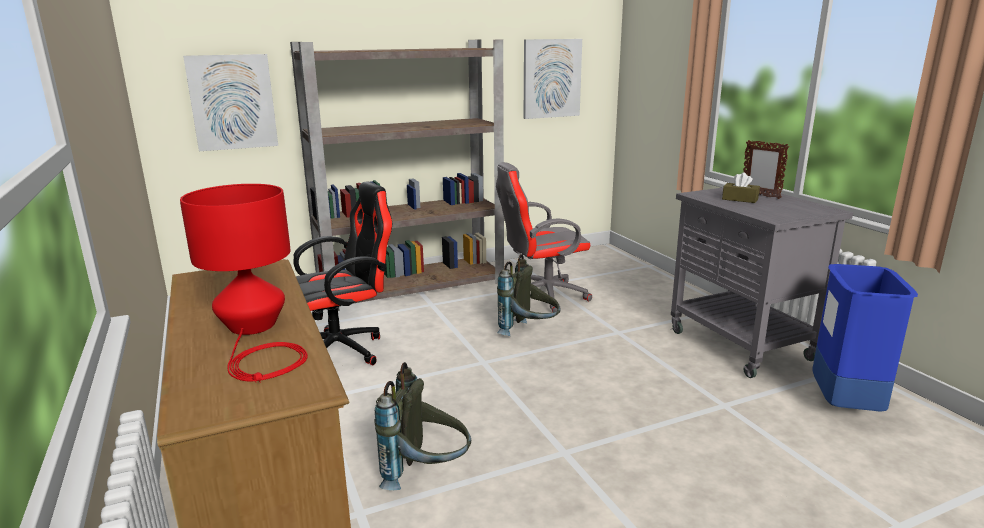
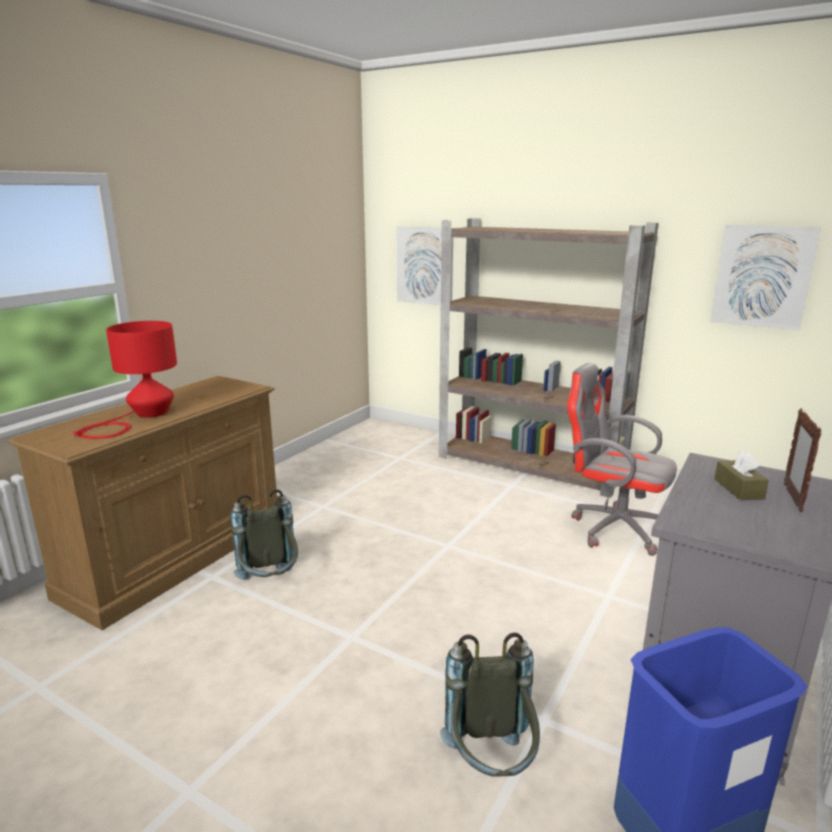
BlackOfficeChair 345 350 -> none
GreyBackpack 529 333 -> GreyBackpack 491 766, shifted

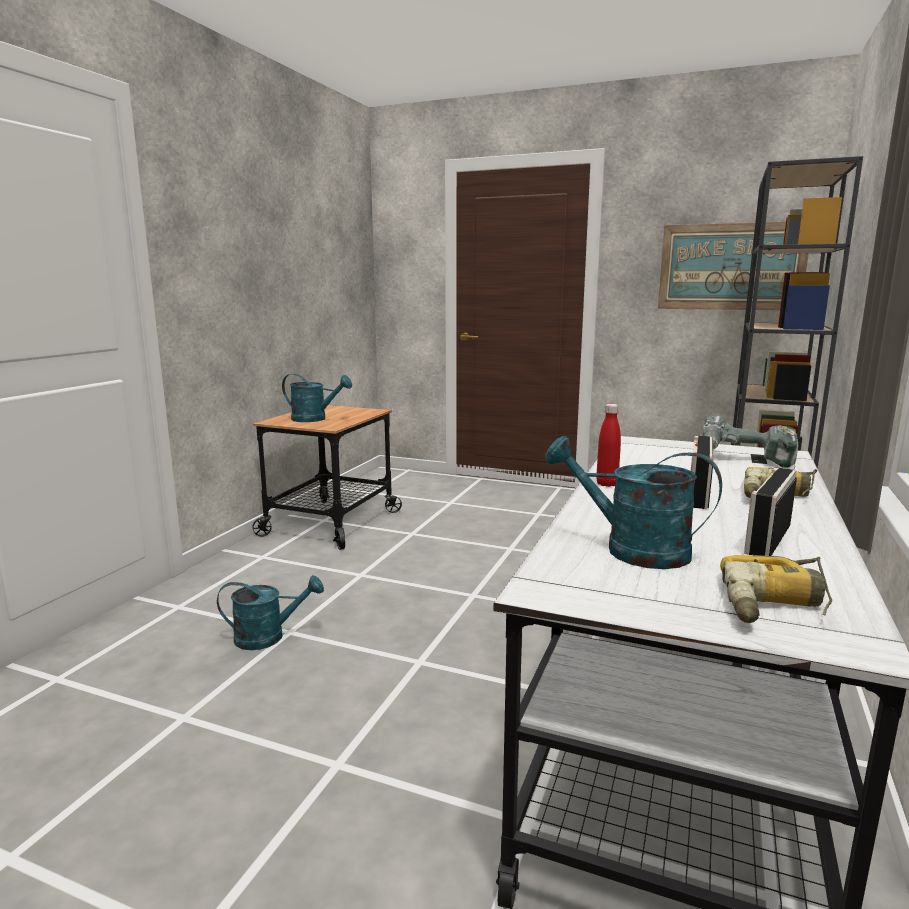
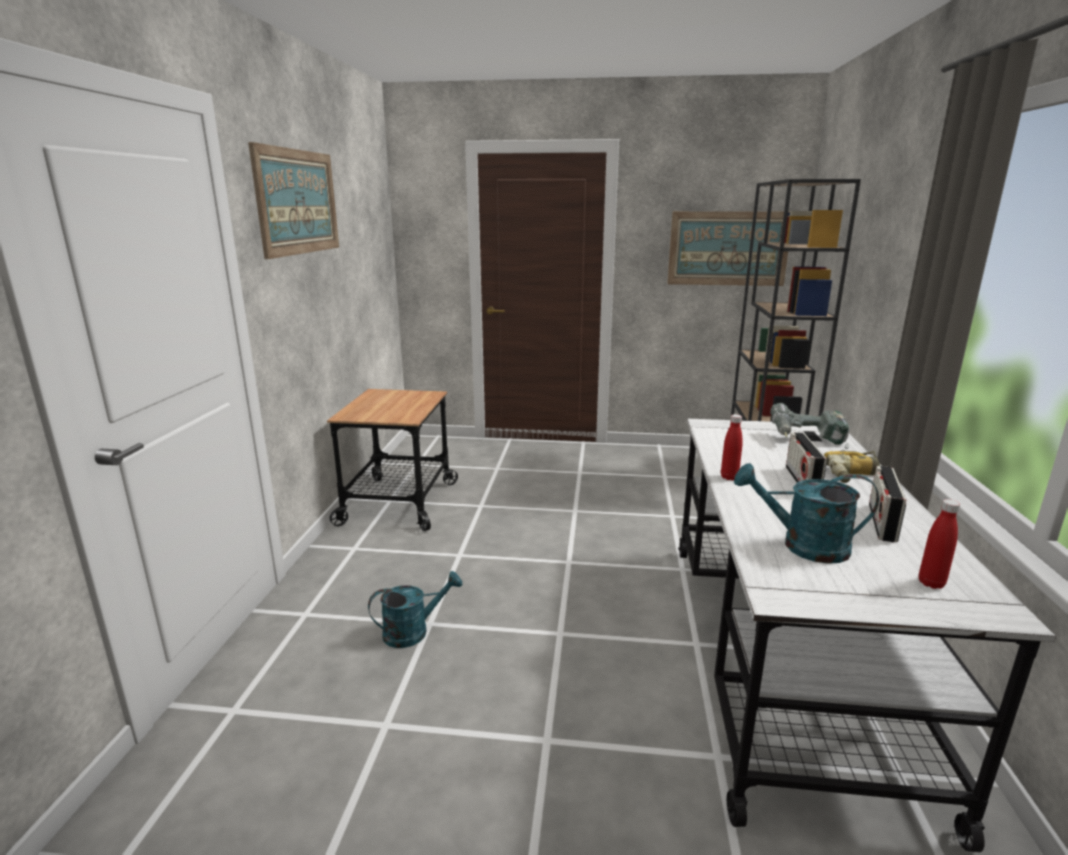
TurquoiseWateringCan 315 419 -> none
PowerDrill 776 602 -> RedBottle 931 583
none -> Picture 298 202

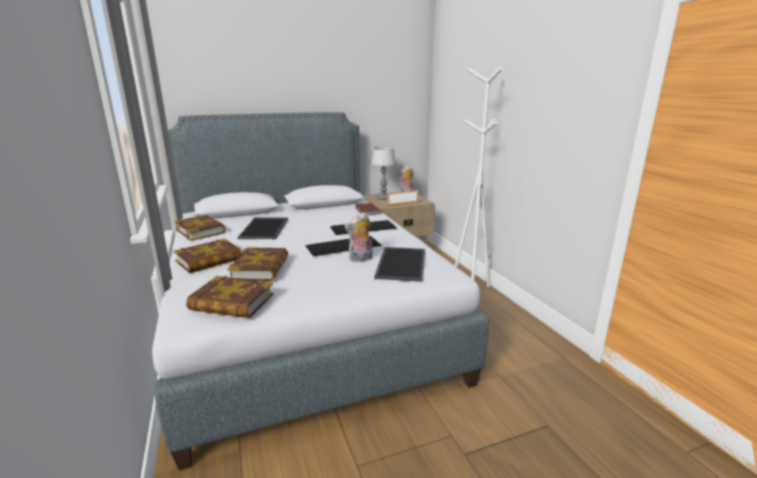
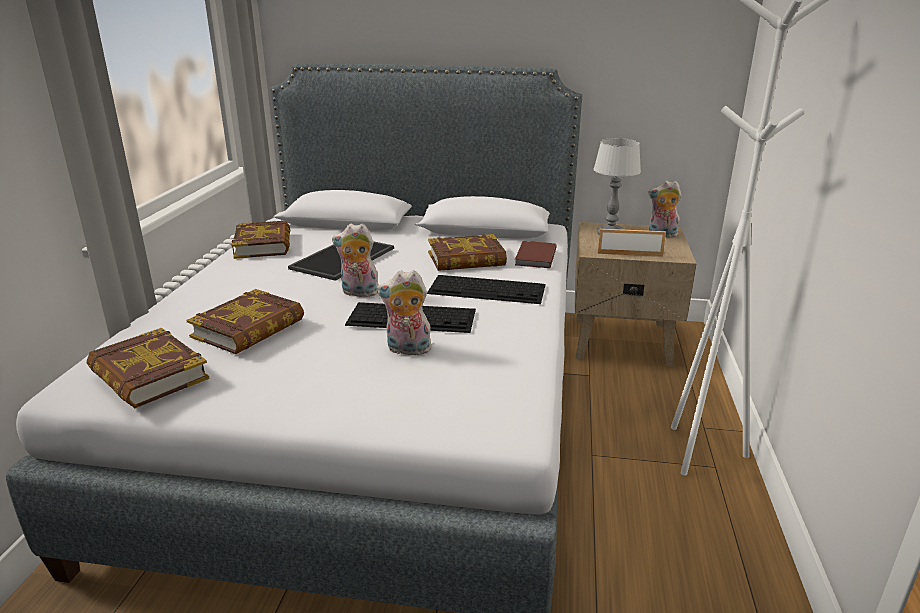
Book 209 260 -> Book 466 259, shifted
Tray 400 263 -> none
none -> PlushToy 358 293

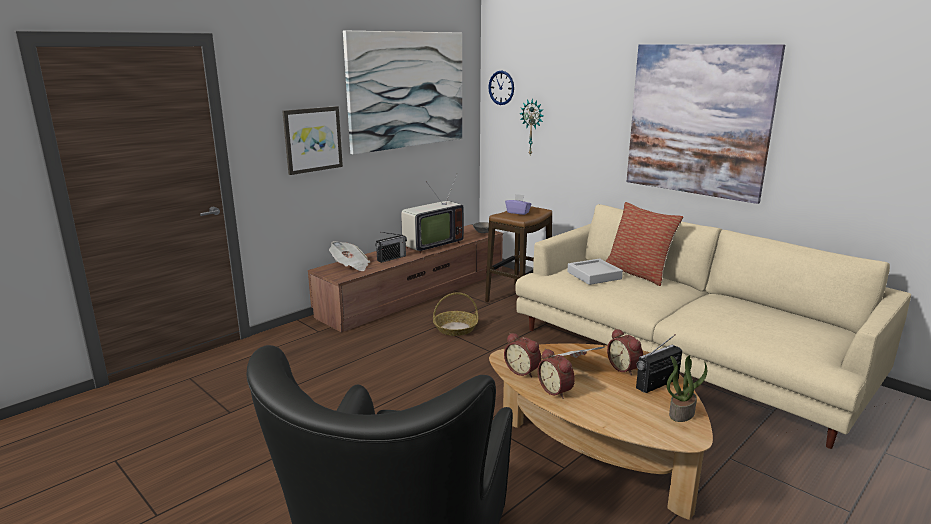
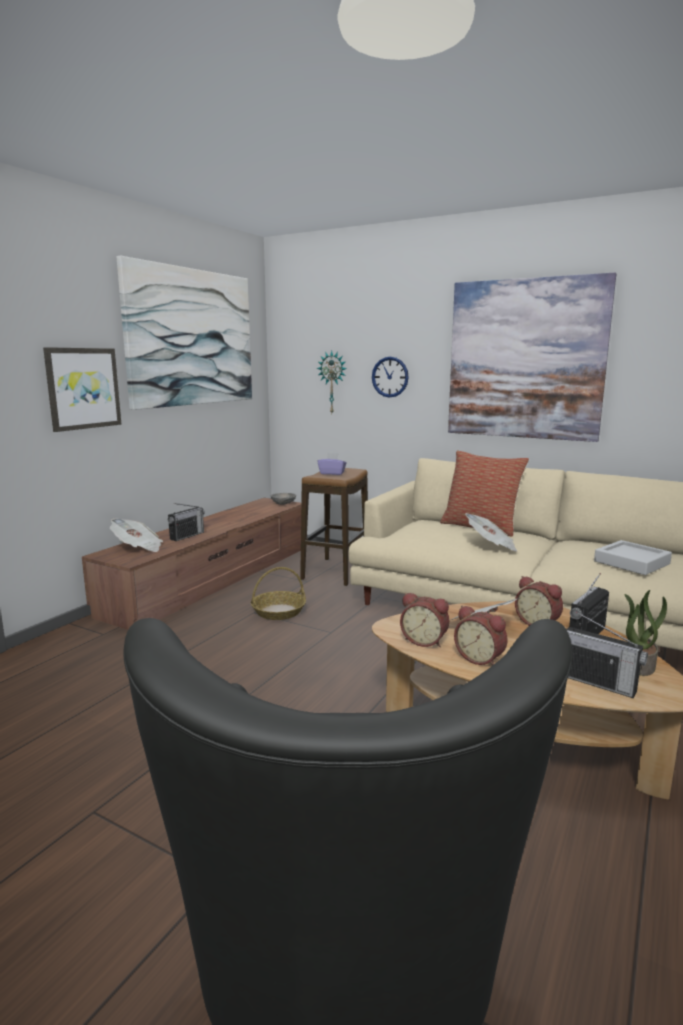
Television 430 245 -> none
WallClock 501 87 -> WallClock 390 377, shifted
GreyTray 594 275 -> GreyTray 631 562, shifted
none -> Newspaper 491 546
none -> Radio 598 683

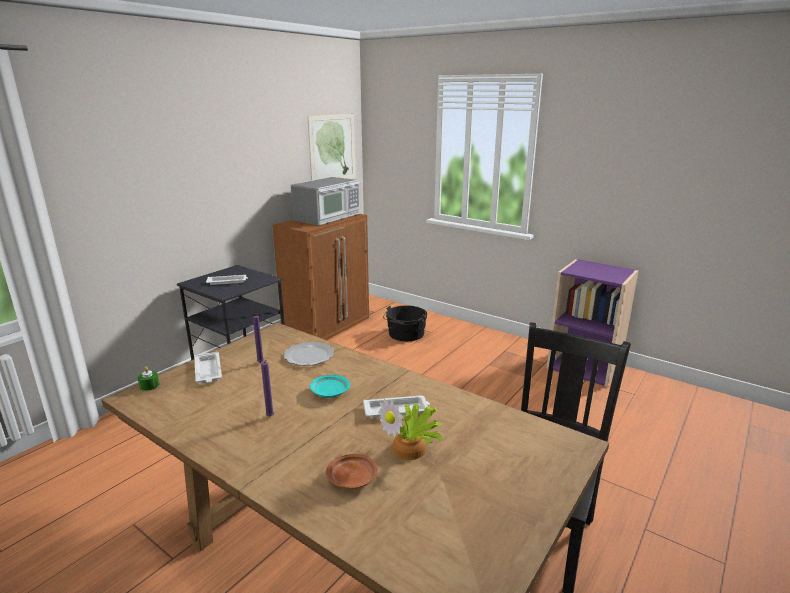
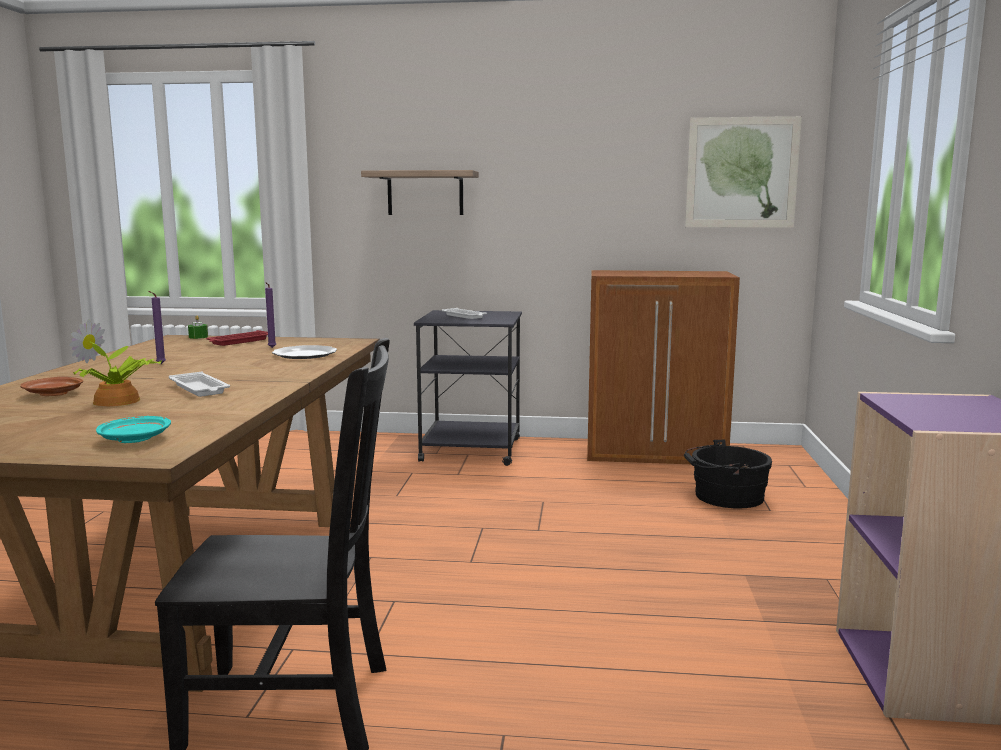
WhiteTray 208 371 -> RedTray 238 341
Microwave 328 217 -> none
TurquoisePlate 329 392 -> TurquoisePlate 135 439, shifted
none -> Shelf 425 193

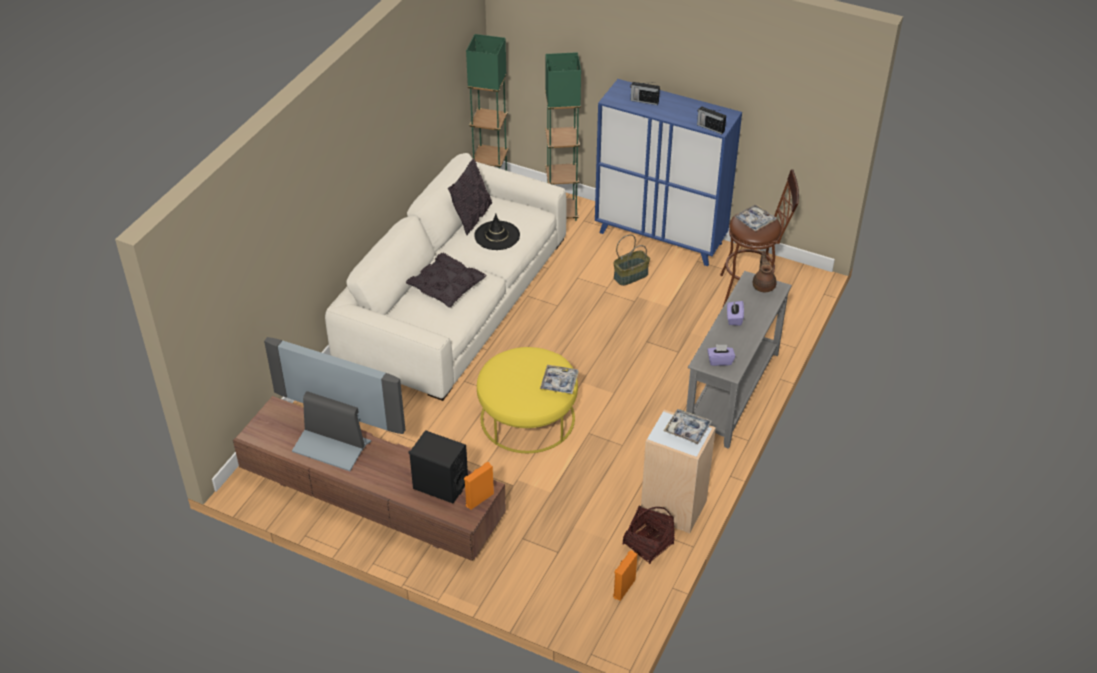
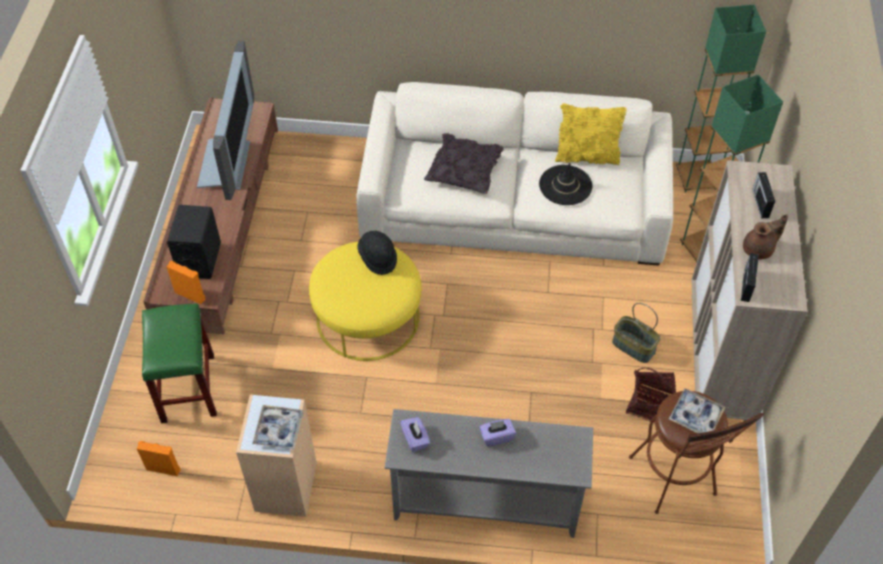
BlackPillow 472 217 -> YellowPillow 587 156
Tray 559 382 -> none
BlueCabinet 661 238 -> BeigeCabinet 718 358
Basket 648 544 -> Basket 650 406, shifted
BrownTeapot 763 285 -> BrownTeapot 759 249, shifted
none -> GreenStool 187 388
none -> BlackHat 378 258

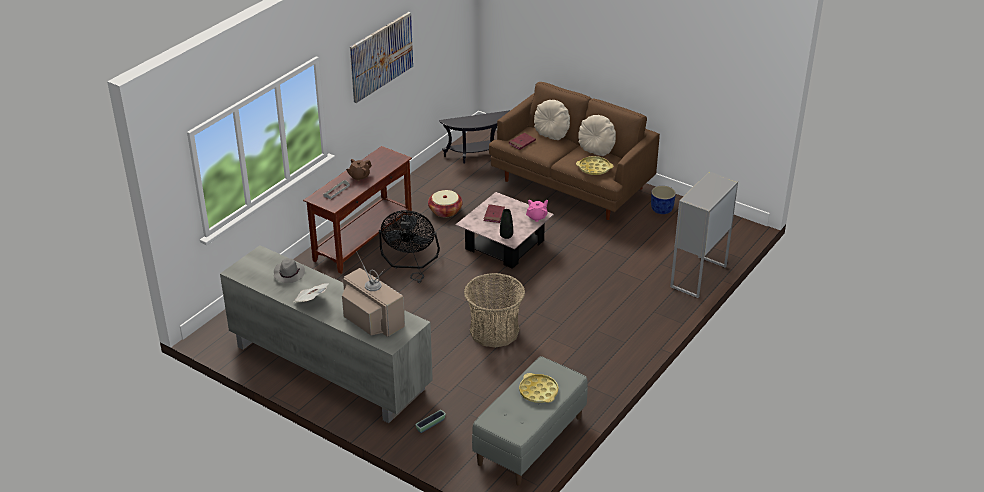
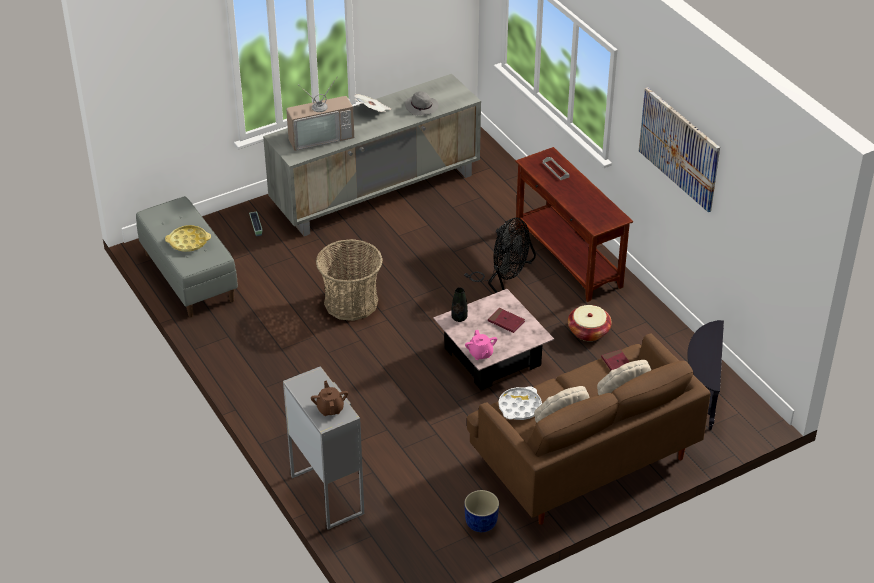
BrownTeapot 359 176 -> BrownTeapot 330 408, shifted
YellowTray 594 168 -> WhiteTray 519 407

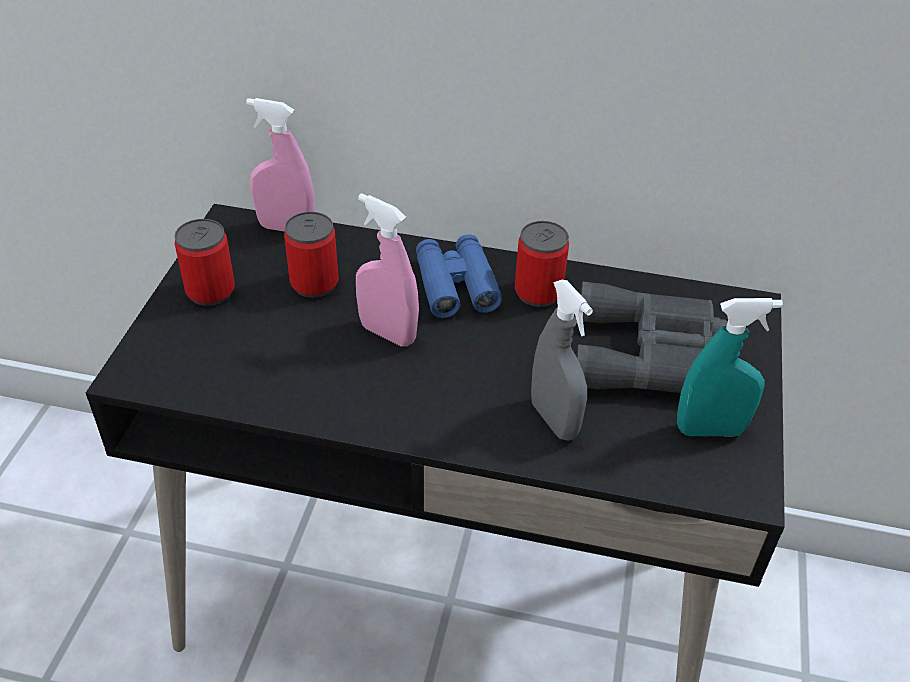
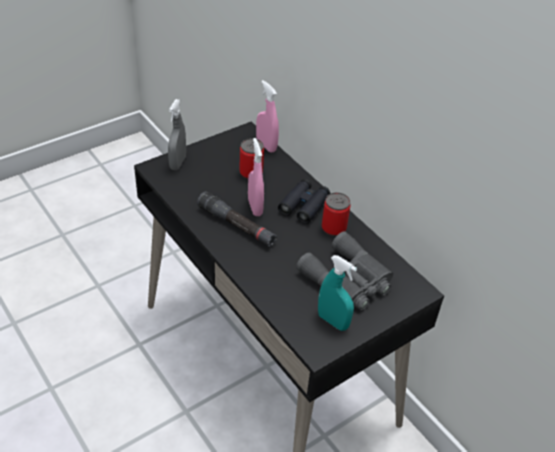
Can 210 291 -> none
BlueBinoculars 456 285 -> BlackBinoculars 304 205
GreySprayBottle 554 420 -> GreySprayBottle 178 163, shifted
none -> BlackFlashlight 236 226

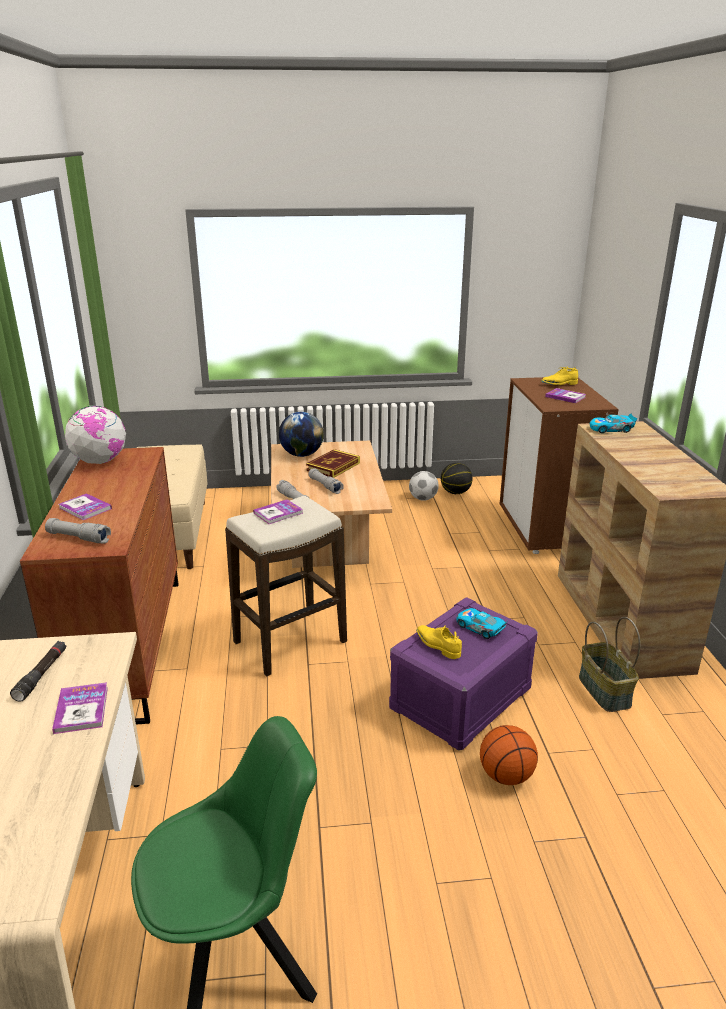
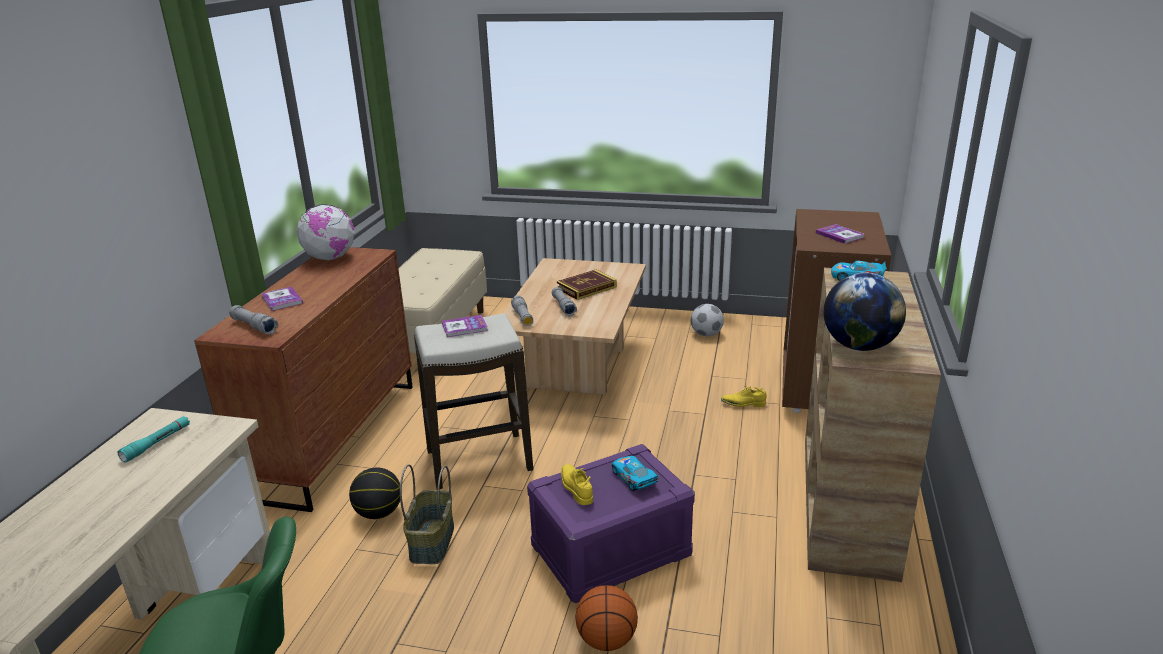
BlackFlashlight 41 675 -> TurquoiseFlashlight 157 443
Book 81 709 -> none
Globe 301 455 -> Globe 859 346, shifted
Basketball 455 492 -> Basketball 379 513, shifted
YellowShoe 559 384 -> YellowShoe 743 404, shifted
Basket 605 691 -> Basket 433 542, shifted

